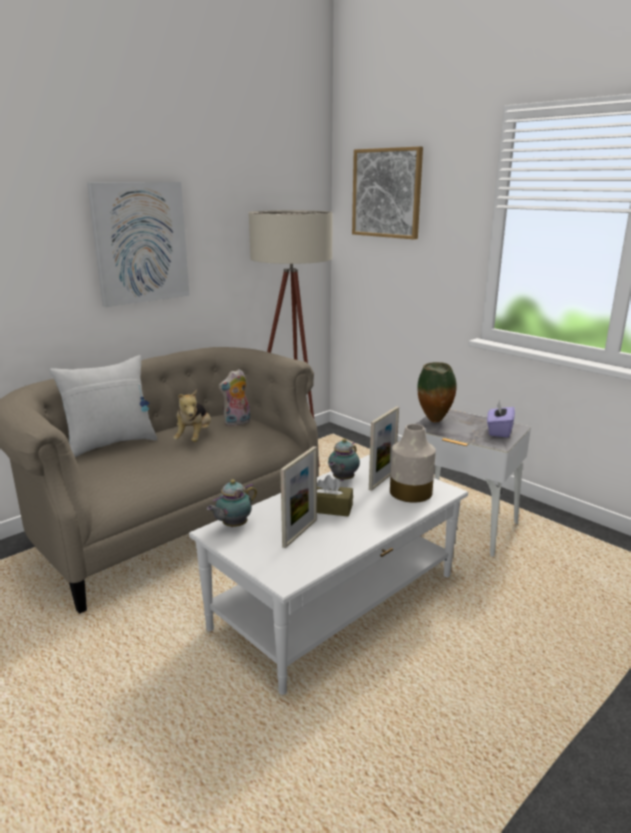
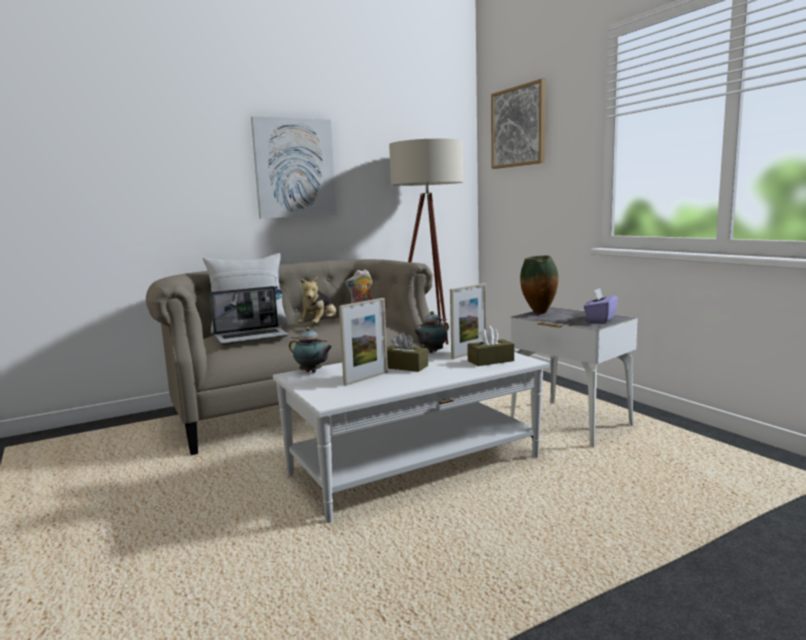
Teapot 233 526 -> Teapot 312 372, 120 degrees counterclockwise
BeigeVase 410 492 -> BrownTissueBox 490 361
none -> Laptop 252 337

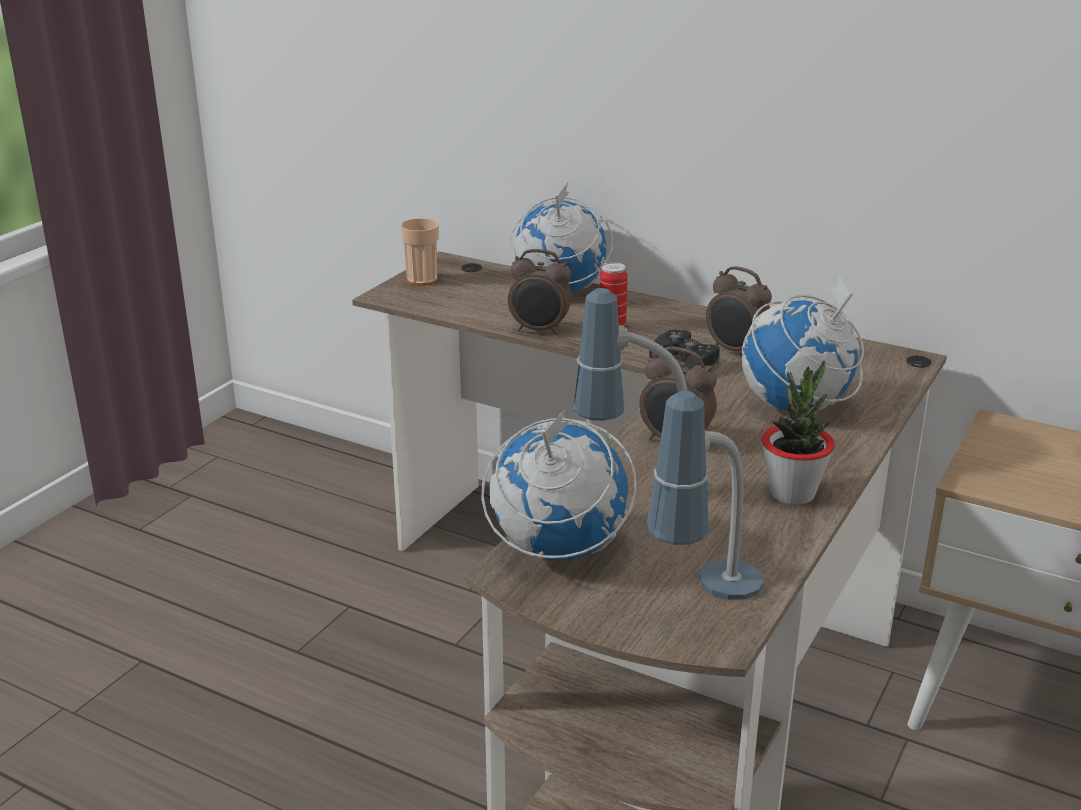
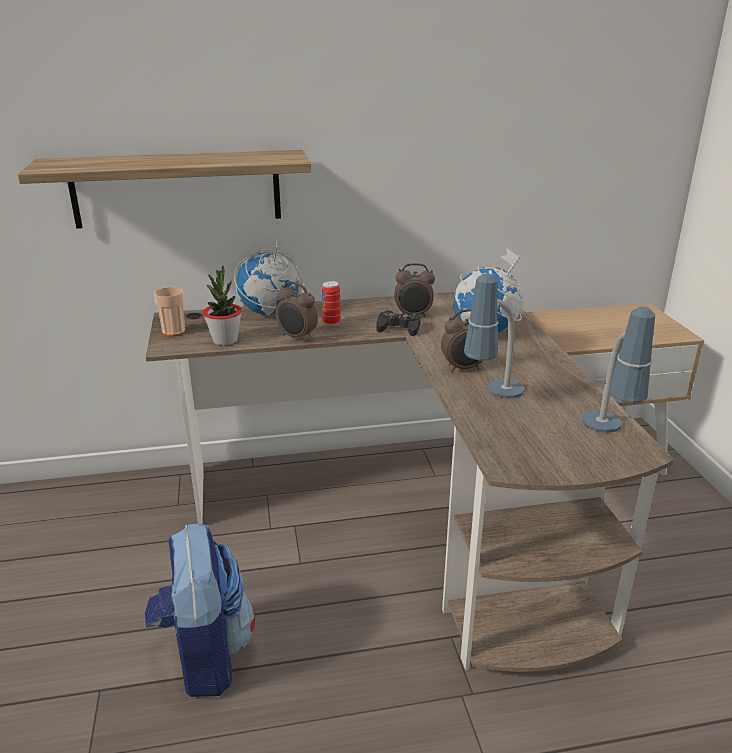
Globe 557 550 -> none
AlarmClock 539 331 -> AlarmClock 297 337, 60 degrees clockwise
PottedPlant 792 493 -> PottedPlant 225 340, shifted
none -> Shelf 177 189
none -> Backpack 204 655

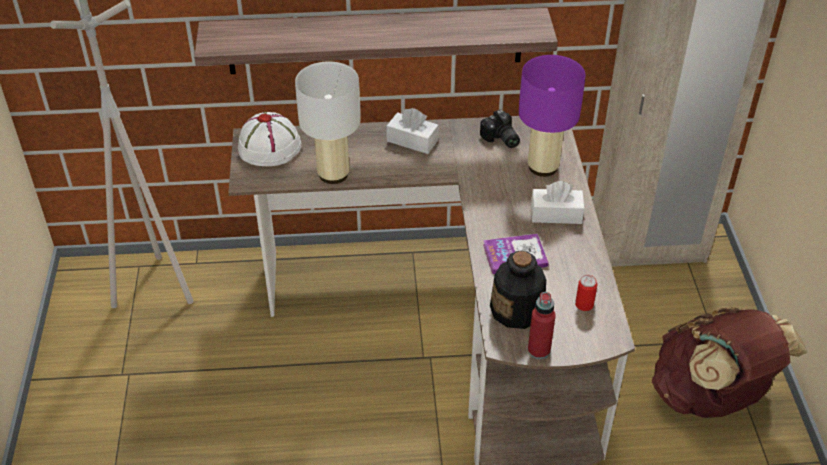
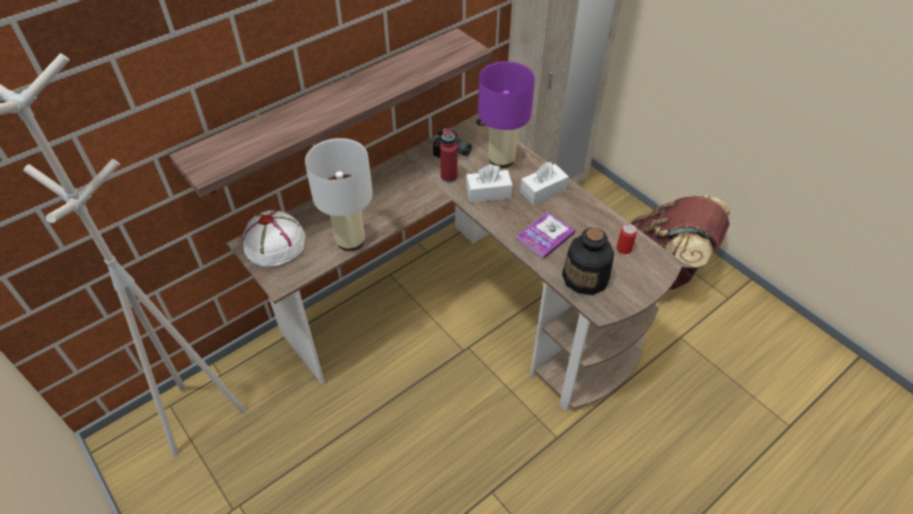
WhiteTissueBox 412 141 -> WhiteTissueBox 488 193, shifted
RedBottle 539 350 -> RedBottle 449 177, shifted

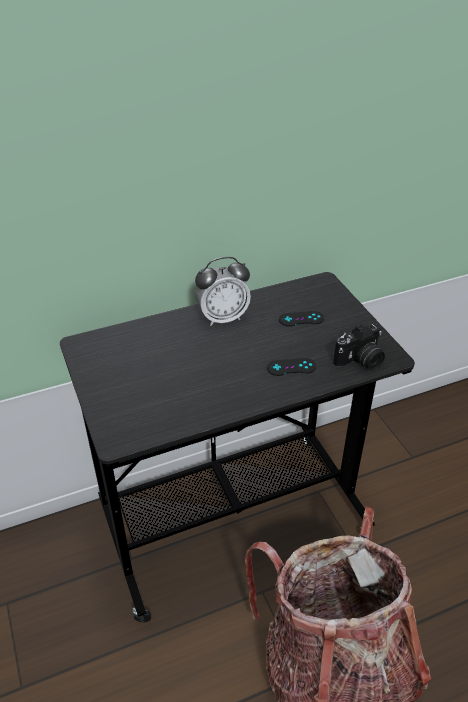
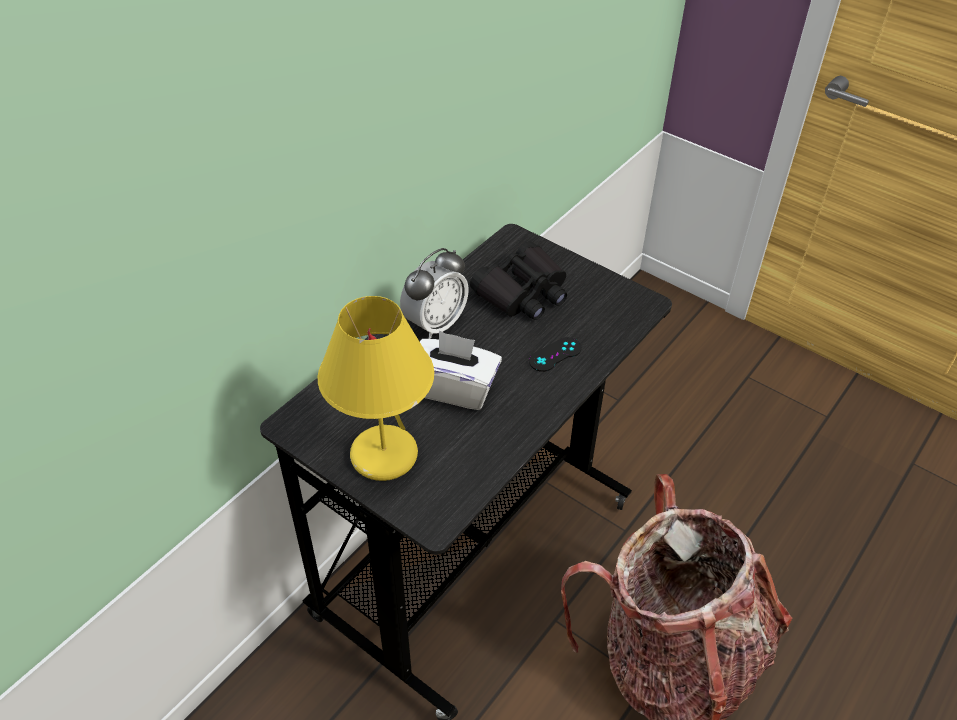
BlackGameController 301 319 -> BlackBinoculars 523 293
PhotoCamera 360 361 -> none
none -> YellowTableLamp 382 455
none -> WhiteTissueBox 454 388

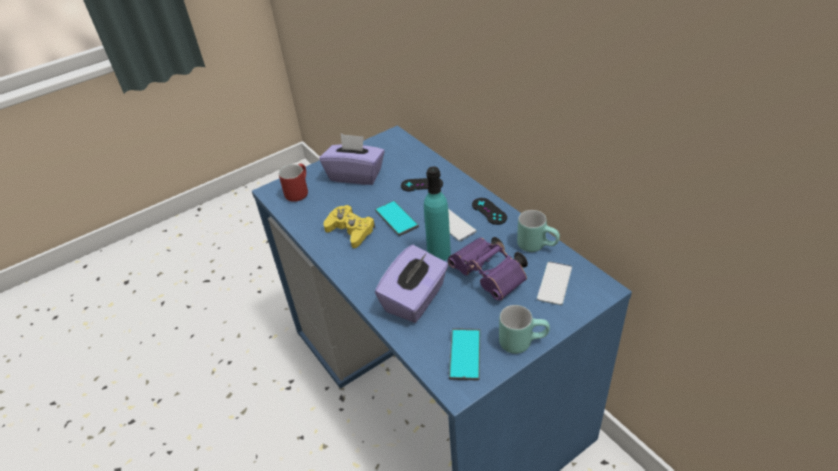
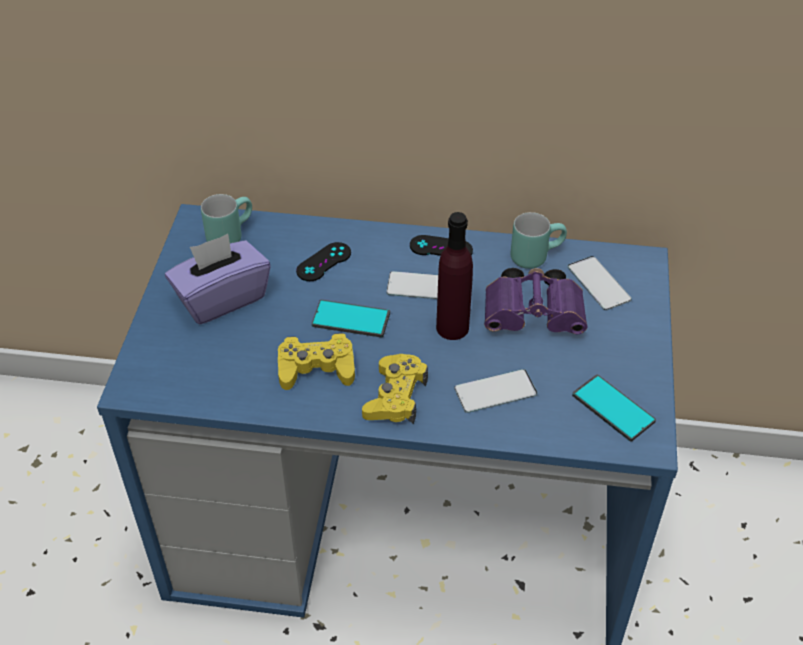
RedMug 297 191 -> none
PurpleTissueBox 415 299 -> Phone 495 391
TurquoiseBottle 439 253 -> PurpleBottle 452 327
TurquoiseMug 522 341 -> TurquoiseMug 229 234, shifted
none -> YellowGameController 395 396

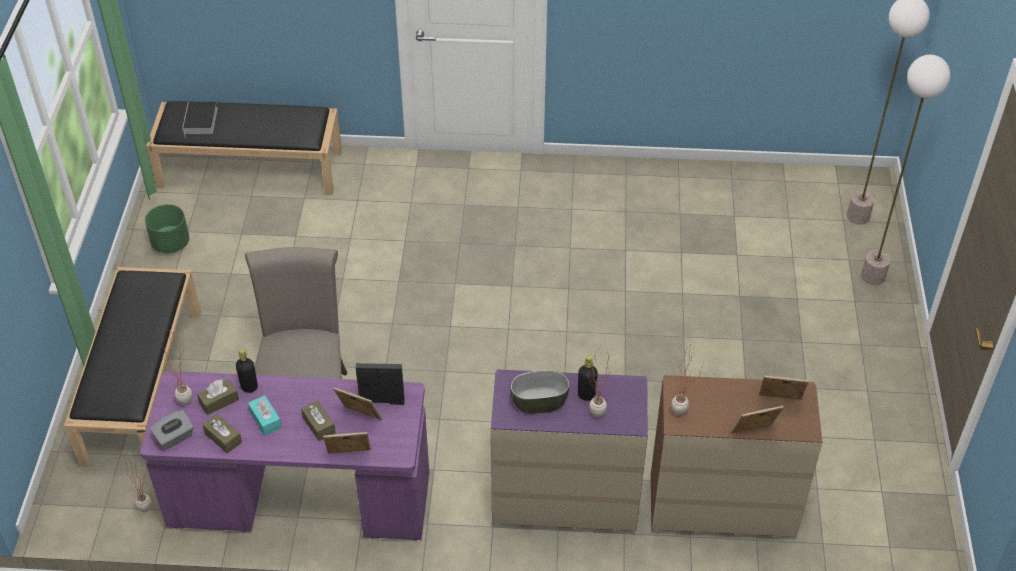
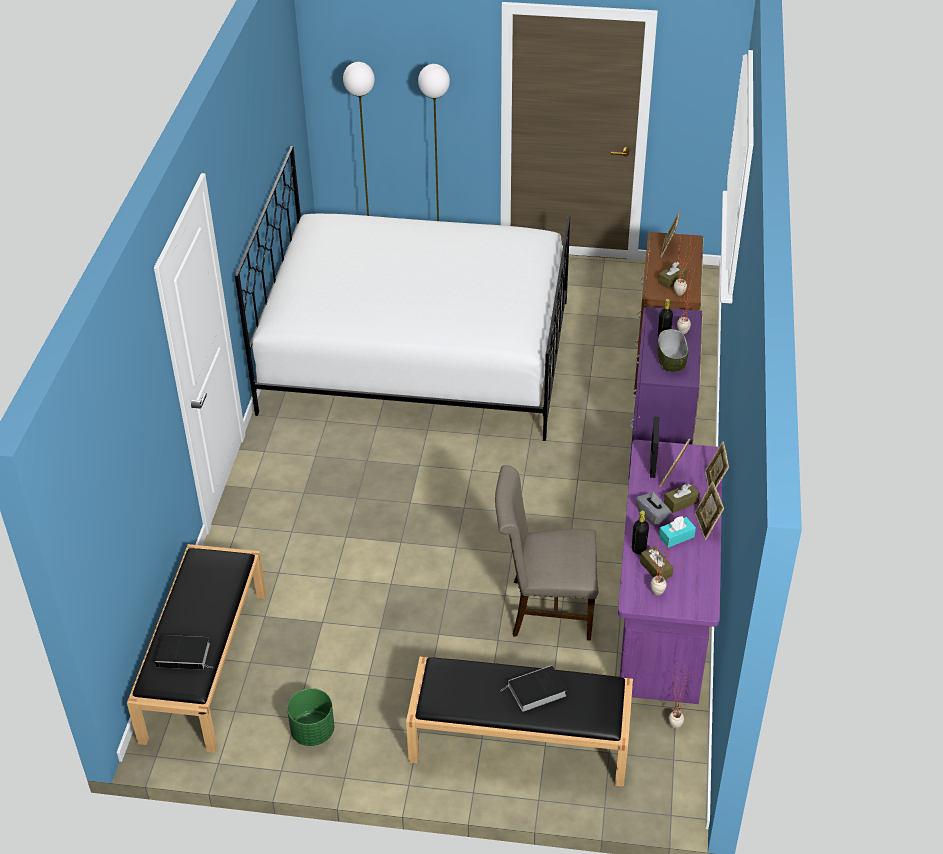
GreyTissueBox 174 437 -> GreyTissueBox 652 515, shifted
BrownTissueBox 223 438 -> BrownTissueBox 672 280, shifted
PictureFrame 753 434 -> PictureFrame 706 525, shifted
none -> WhiteBed 416 355
none -> Book 535 691

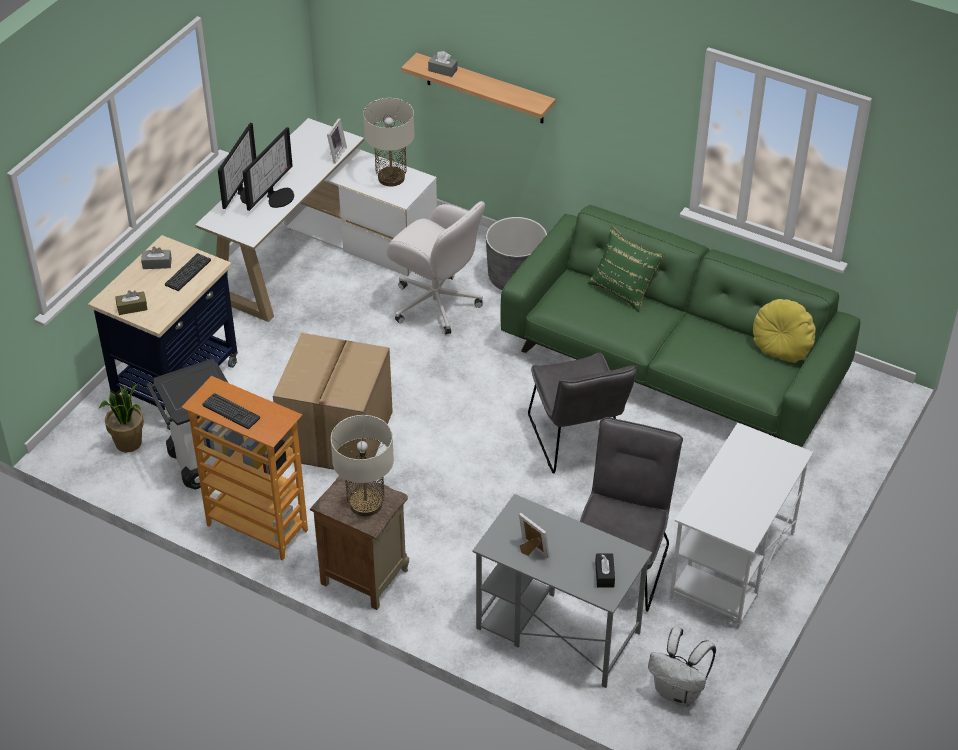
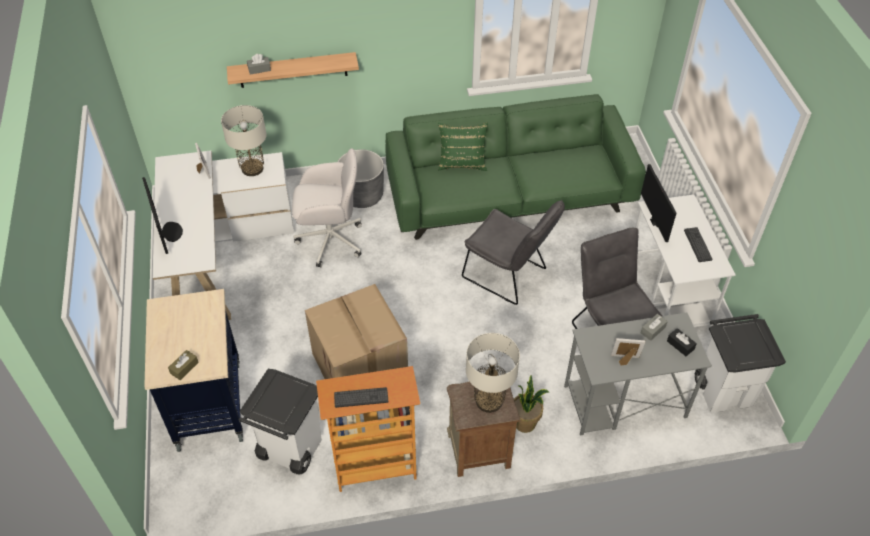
PottedPlant 129 443 -> PottedPlant 525 423, shifted
GreyTissueBox 157 264 -> GreyTissueBox 653 330, shifted
Keyboard 188 272 -> Keyboard 697 245, shifted
Monitor 278 196 -> Monitor 659 221, shifted
WhiteBackpack 679 692 -> WhiteTrashCan 724 390
YellowPillow 781 351 -> none

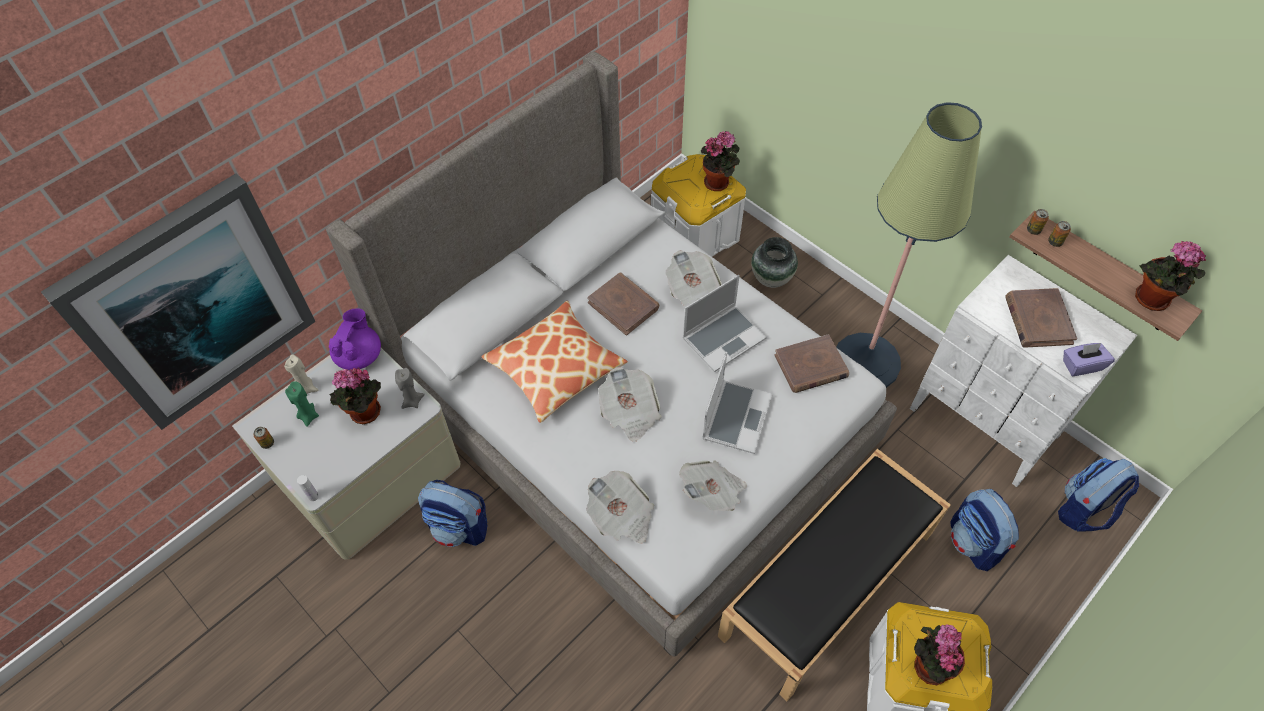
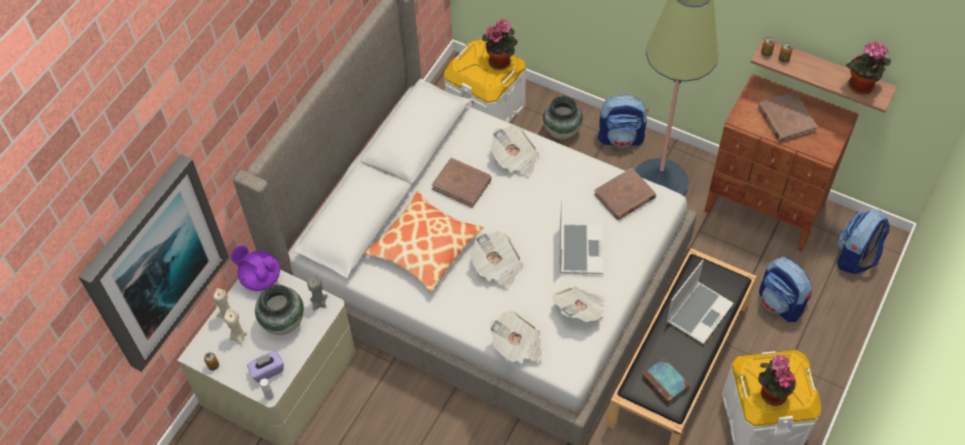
GreenCandle 308 416 -> BeigeCandle 238 336
PurpleTeapot 359 355 -> PurpleTeapot 260 277, 60 degrees counterclockwise
PottedPlant 364 414 -> Vase 283 323
Backpack 459 527 -> Backpack 621 137, shifted
Laptop 724 337 -> Laptop 699 312, shifted
WhiteDresser 983 424 -> BrownDresser 764 209
PurpleTissueBox 1081 365 -> PurpleTissueBox 267 371, shifted
none -> Book 666 383

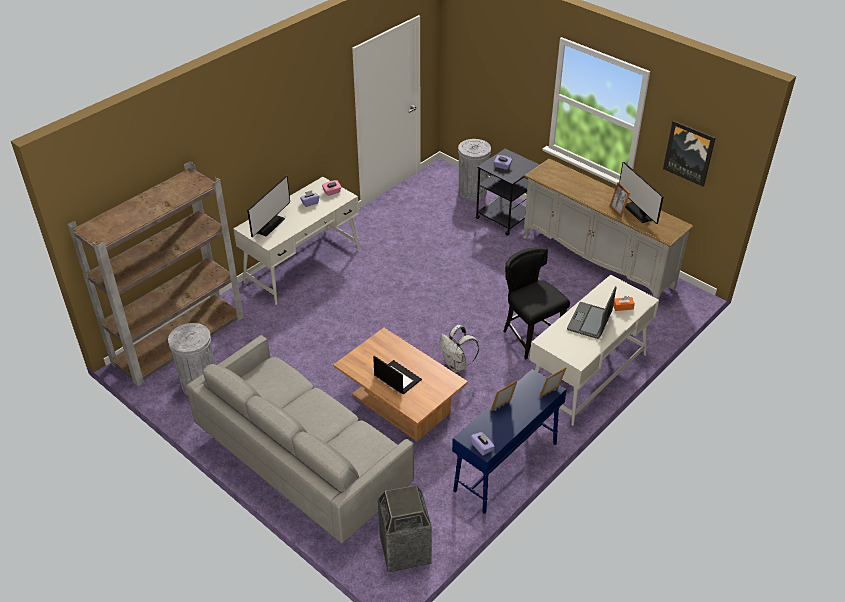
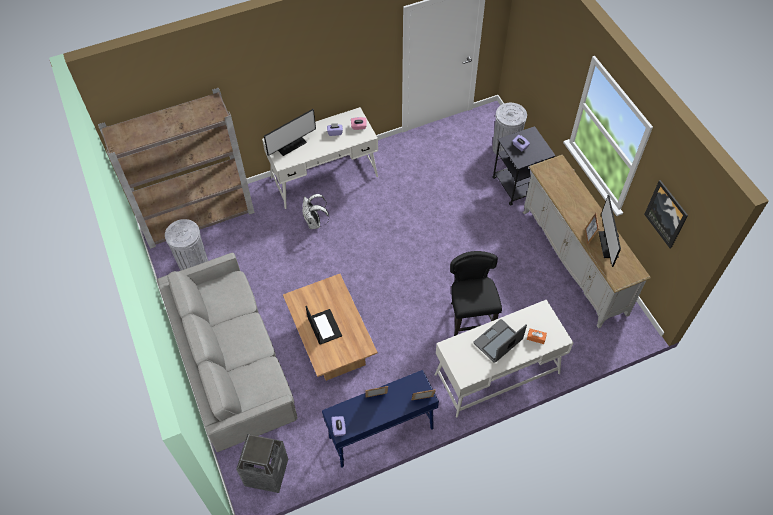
WhiteBackpack 457 365 -> WhiteBackpack 315 223, shifted

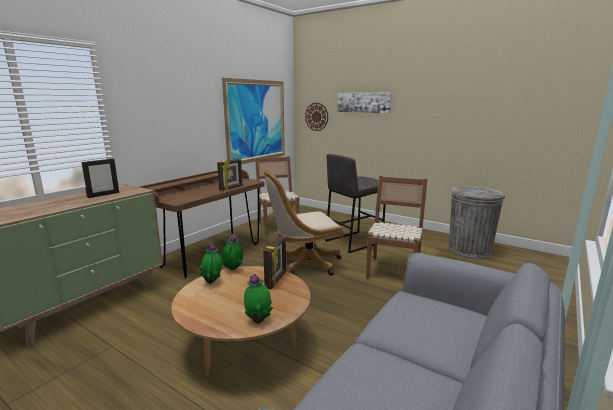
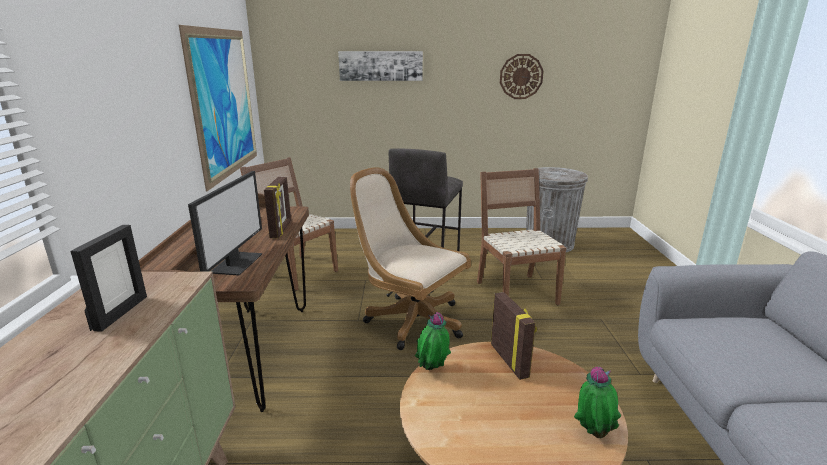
PottedPlant 213 282 -> none
OfficeChair 304 264 -> OfficeChair 409 318, 90 degrees clockwise
WallClock 316 116 -> WallClock 521 76, shifted
none -> Monitor 236 263

